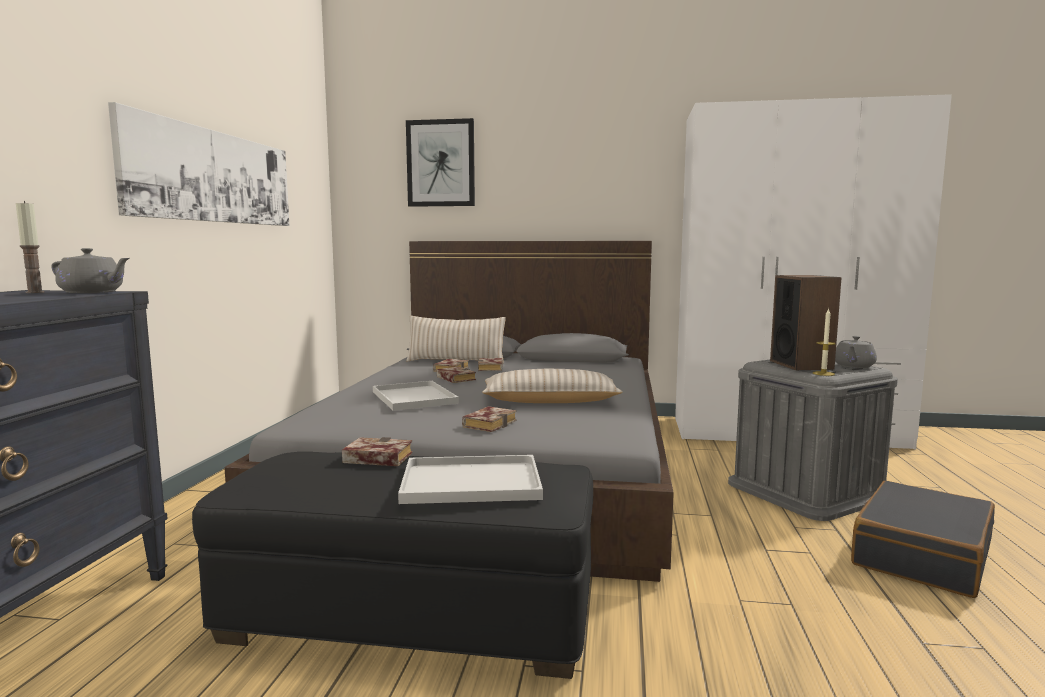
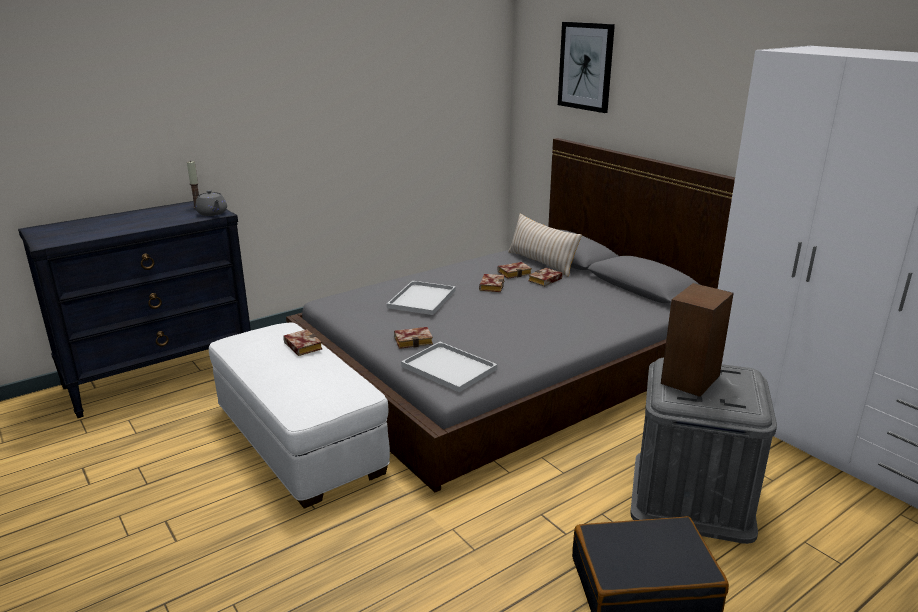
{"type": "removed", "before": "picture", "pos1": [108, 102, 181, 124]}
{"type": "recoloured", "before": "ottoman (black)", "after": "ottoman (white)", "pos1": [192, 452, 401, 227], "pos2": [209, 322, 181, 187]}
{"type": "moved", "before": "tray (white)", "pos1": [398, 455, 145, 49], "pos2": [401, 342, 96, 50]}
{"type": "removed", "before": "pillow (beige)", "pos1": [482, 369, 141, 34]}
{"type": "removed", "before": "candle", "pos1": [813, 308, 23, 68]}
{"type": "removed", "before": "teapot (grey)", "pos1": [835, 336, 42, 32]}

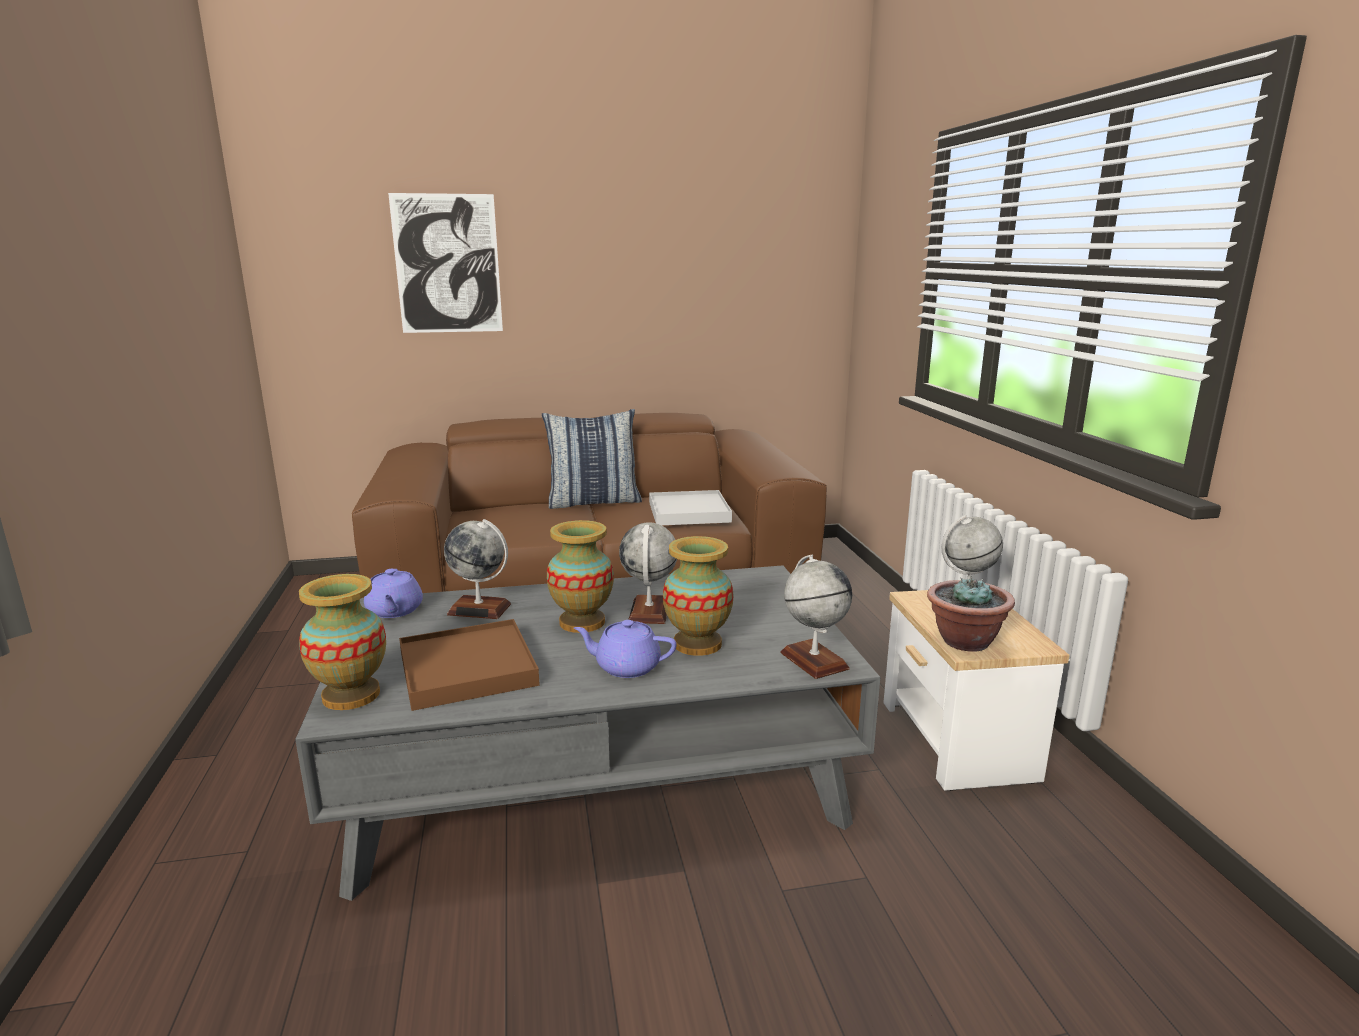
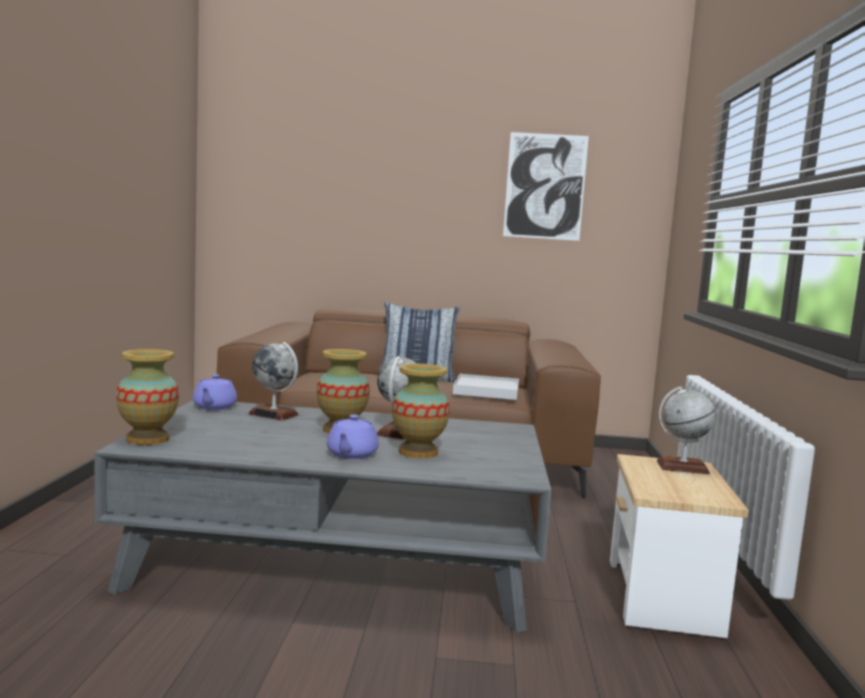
{"type": "moved", "before": "picture", "pos1": [388, 193, 115, 140], "pos2": [503, 132, 86, 109]}
{"type": "removed", "before": "tray (brown)", "pos1": [399, 619, 141, 92]}
{"type": "turned", "before": "teapot (purple)", "pos1": [574, 620, 103, 58], "pos2": [327, 415, 52, 44], "turn": -105}
{"type": "removed", "before": "globe", "pos1": [780, 554, 72, 125]}
{"type": "removed", "before": "potted plant", "pos1": [927, 576, 88, 76]}

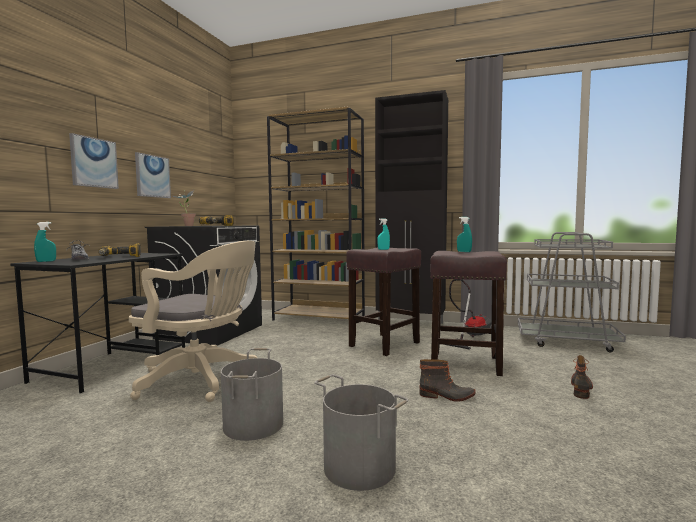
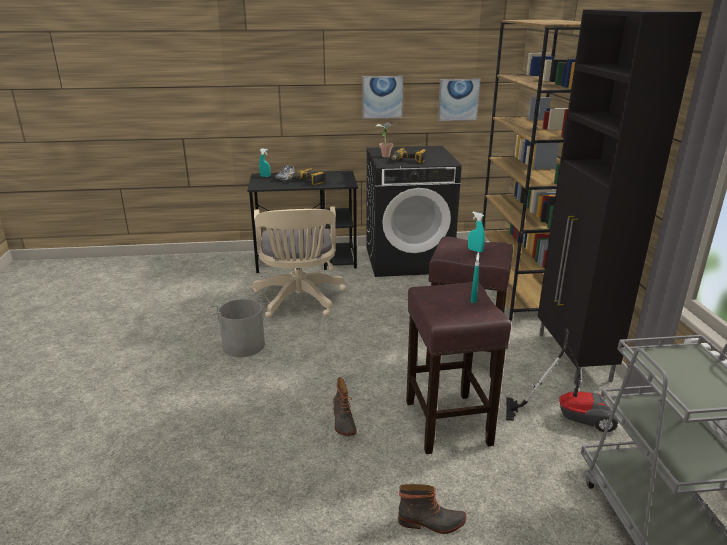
{"type": "moved", "before": "picture", "pos1": [69, 133, 50, 56], "pos2": [438, 79, 42, 42]}
{"type": "removed", "before": "bucket (grey)", "pos1": [314, 374, 95, 117]}

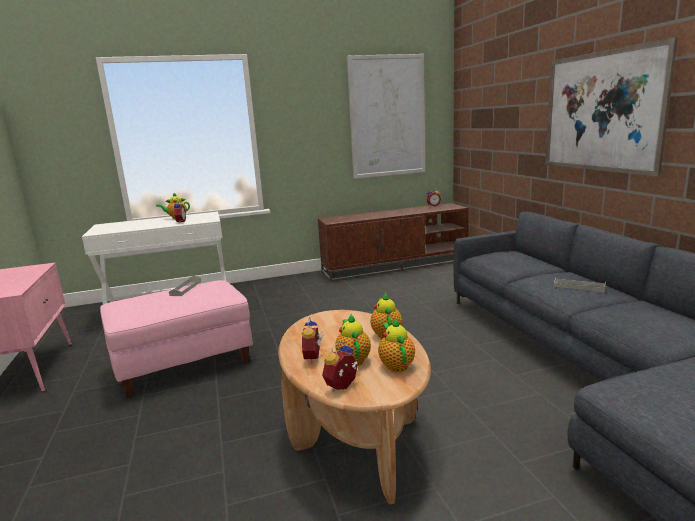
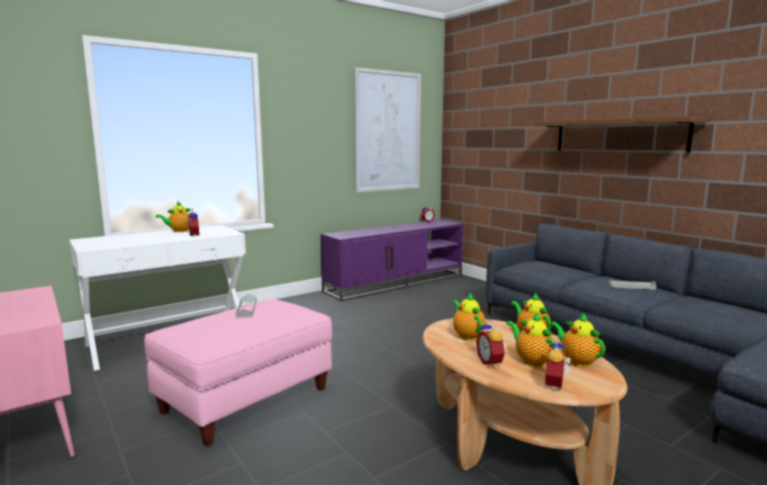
{"type": "recoloured", "before": "tv stand (brown)", "after": "tv stand (purple)", "pos1": [318, 203, 150, 79], "pos2": [321, 219, 142, 82]}
{"type": "replaced", "before": "picture", "after": "shelf (brown)", "pos1": [545, 37, 133, 140], "pos2": [534, 116, 175, 37]}
{"type": "added", "after": "teapot", "pos2": [453, 293, 33, 48]}

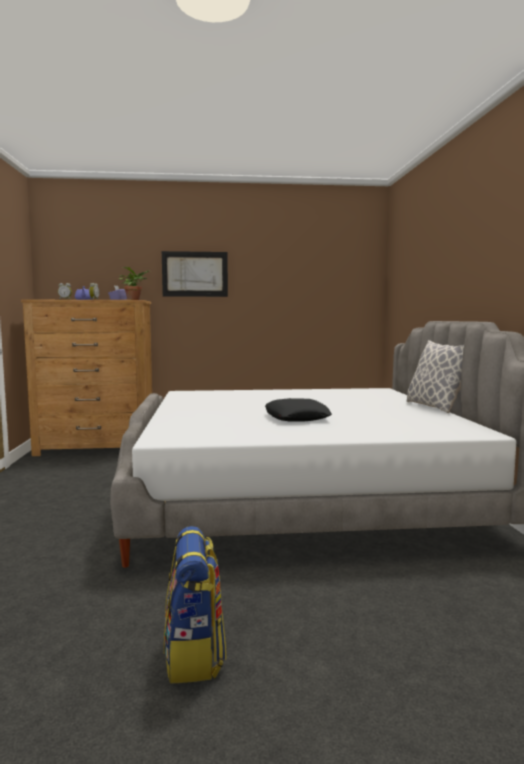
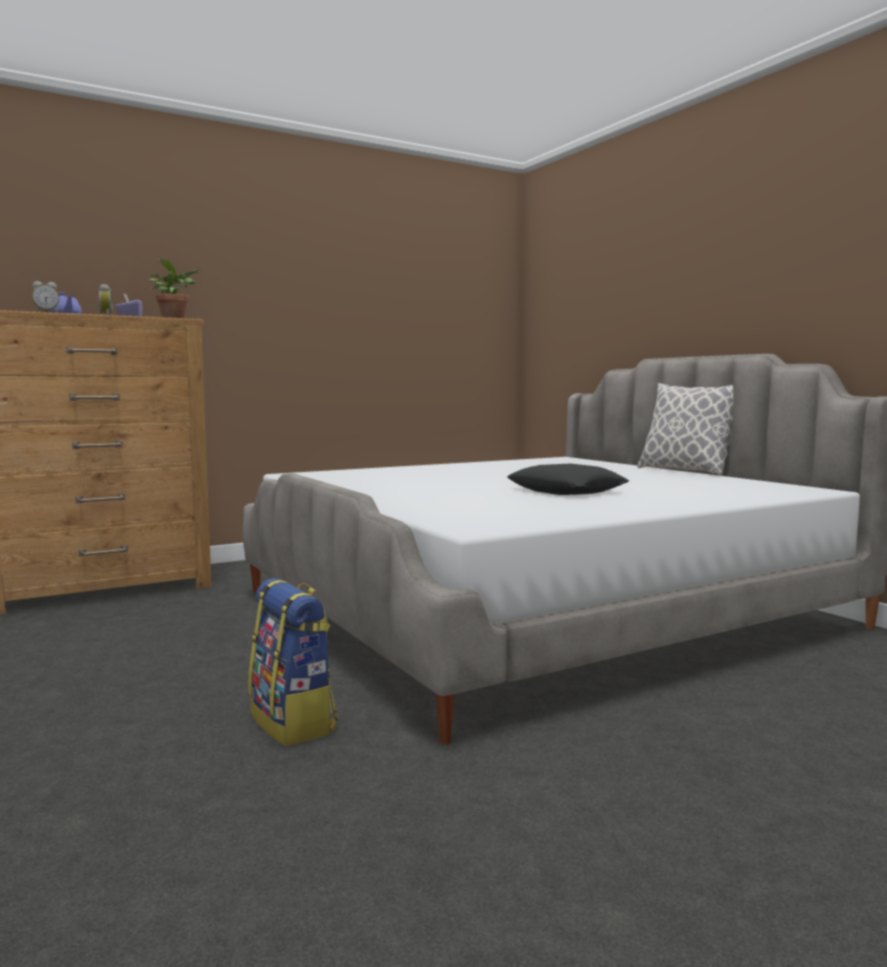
{"type": "removed", "before": "picture", "pos1": [162, 251, 66, 46]}
{"type": "moved", "before": "backpack", "pos1": [164, 526, 62, 158], "pos2": [248, 578, 90, 168]}

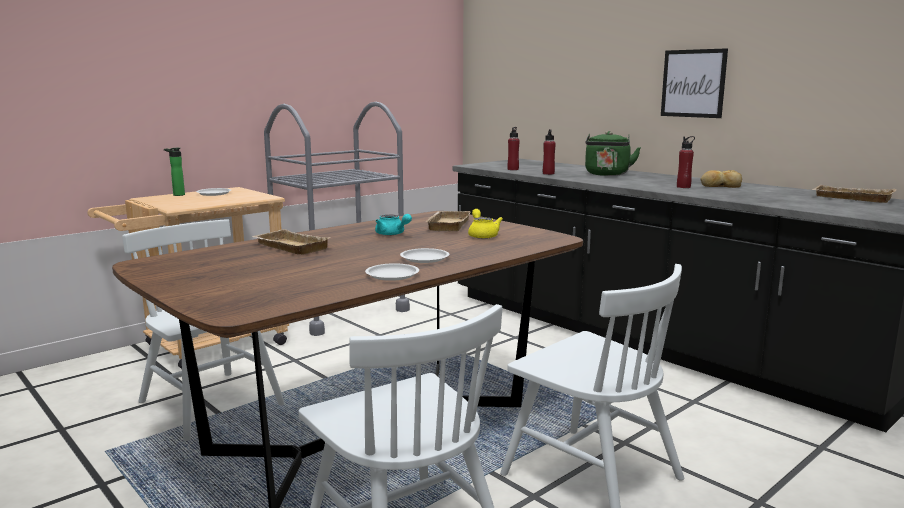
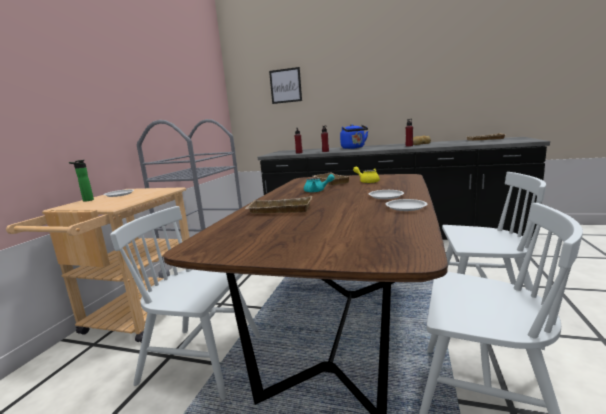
{"type": "recoloured", "before": "kettle (green)", "after": "kettle (blue)", "pos1": [585, 131, 56, 45], "pos2": [340, 124, 28, 25]}
{"type": "moved", "before": "picture", "pos1": [661, 48, 67, 70], "pos2": [269, 67, 33, 37]}

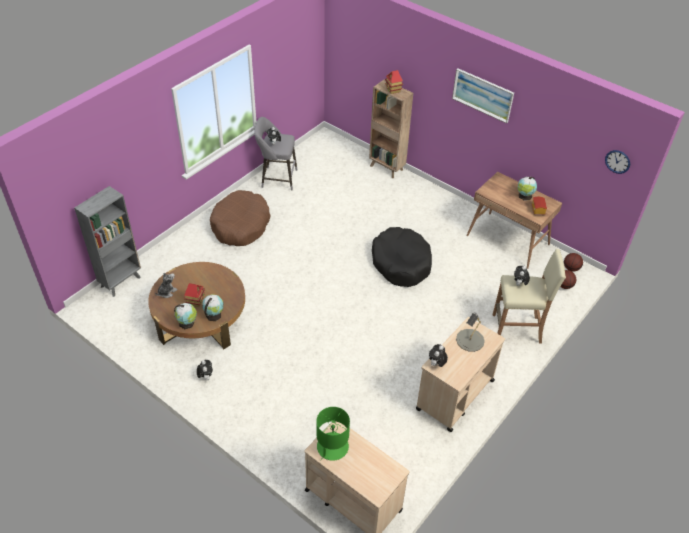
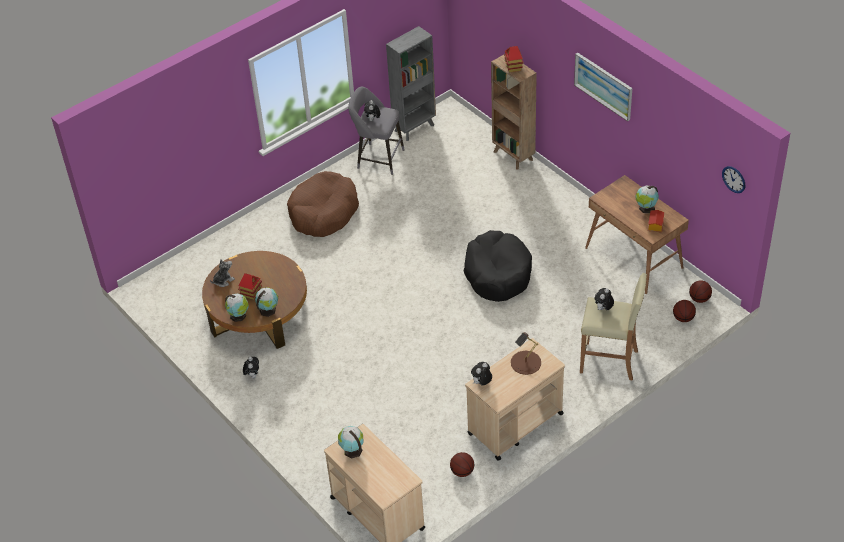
{"type": "moved", "before": "bookcase (grey)", "pos1": [74, 186, 67, 111], "pos2": [386, 26, 50, 115]}
{"type": "replaced", "before": "table lamp (green)", "after": "globe", "pos1": [316, 407, 34, 53], "pos2": [338, 426, 26, 33]}
{"type": "recoloured", "before": "table lamp (grey)", "after": "table lamp (brown)", "pos1": [456, 313, 29, 39], "pos2": [511, 332, 30, 43]}
{"type": "added", "after": "basketball", "pos2": [450, 452, 24, 25]}

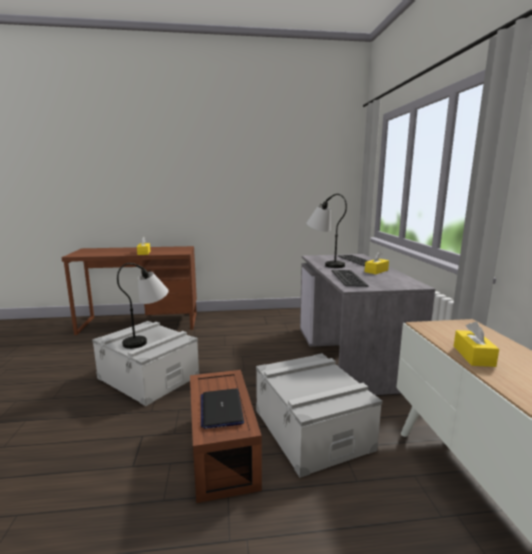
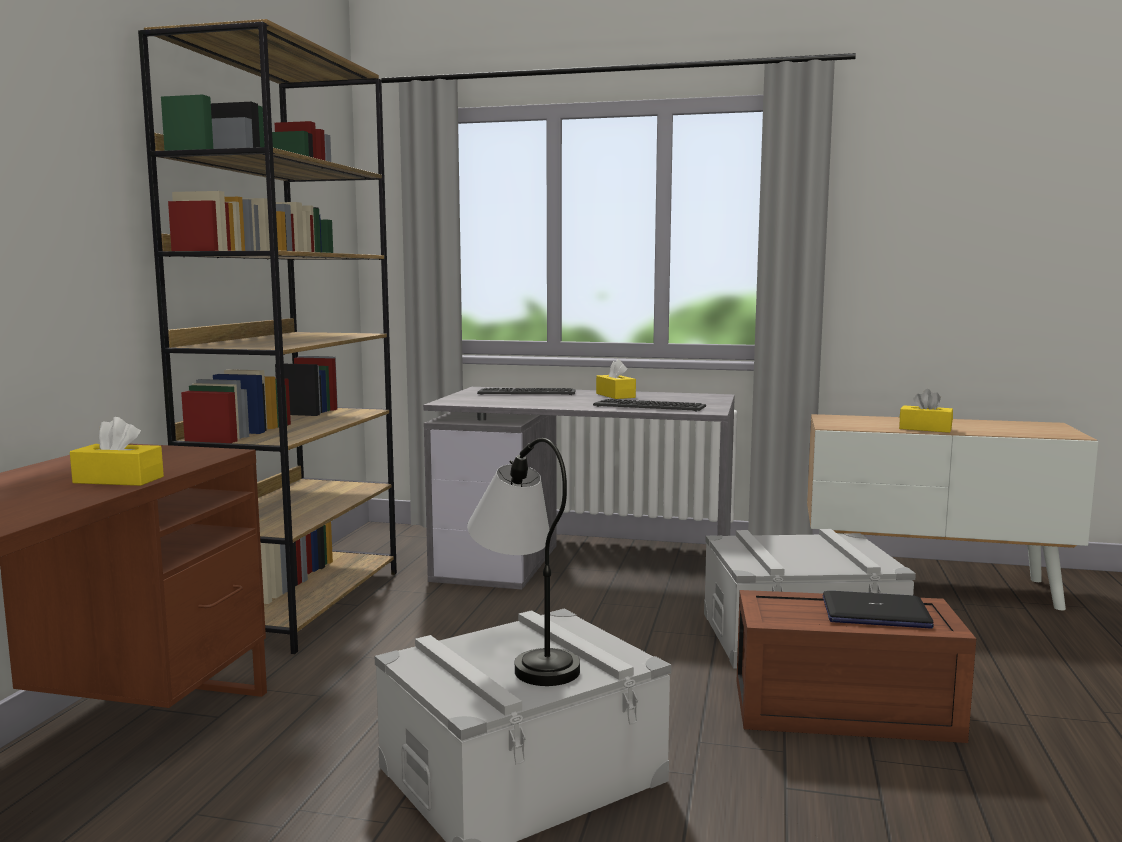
{"type": "removed", "before": "table lamp", "pos1": [306, 194, 41, 74]}
{"type": "added", "after": "bookcase (brown)", "pos2": [138, 19, 259, 635]}

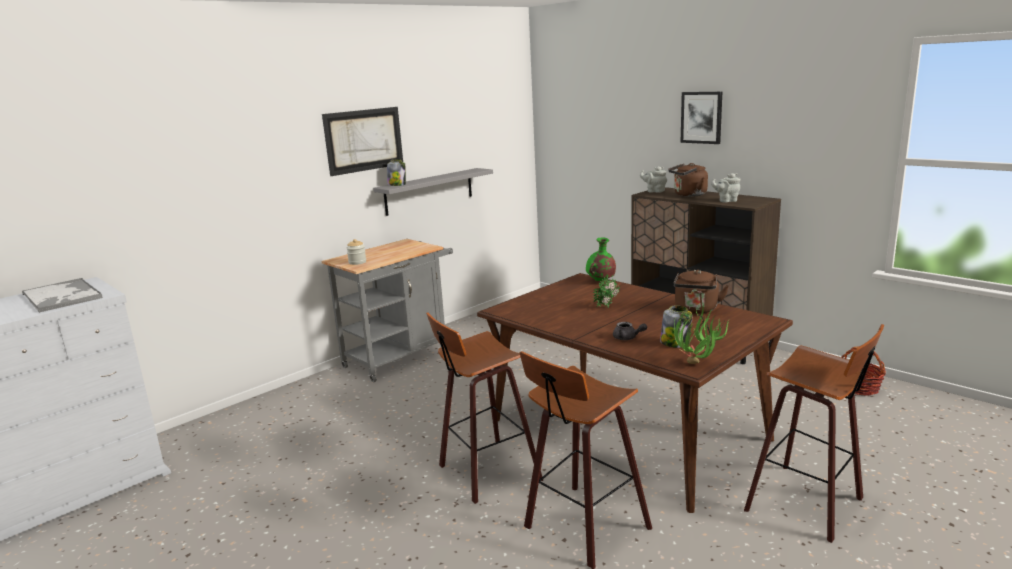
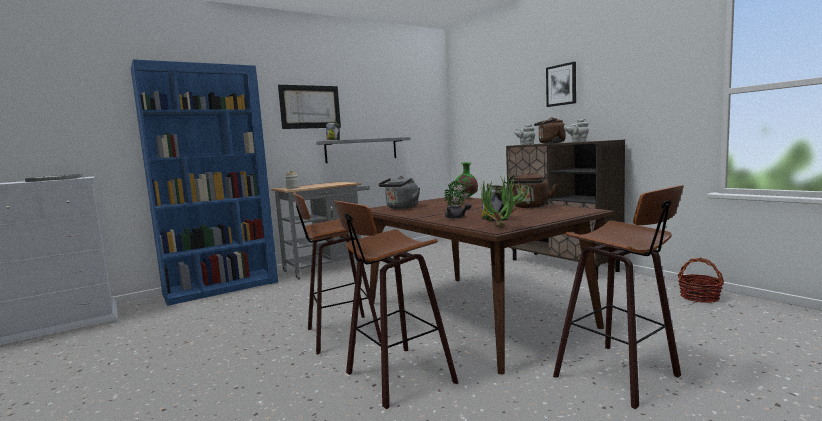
{"type": "added", "after": "bookcase (blue)", "pos2": [131, 59, 147, 247]}
{"type": "added", "after": "kettle (grey)", "pos2": [379, 176, 41, 33]}

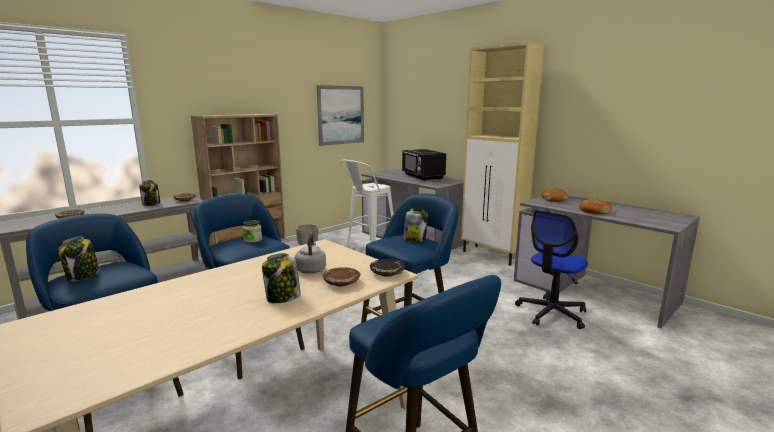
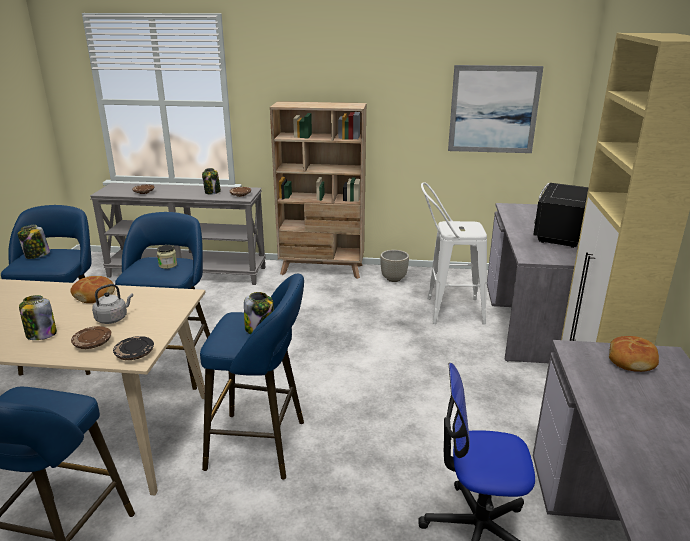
{"type": "moved", "before": "bread", "pos1": [579, 199, 33, 15], "pos2": [70, 276, 45, 27]}

